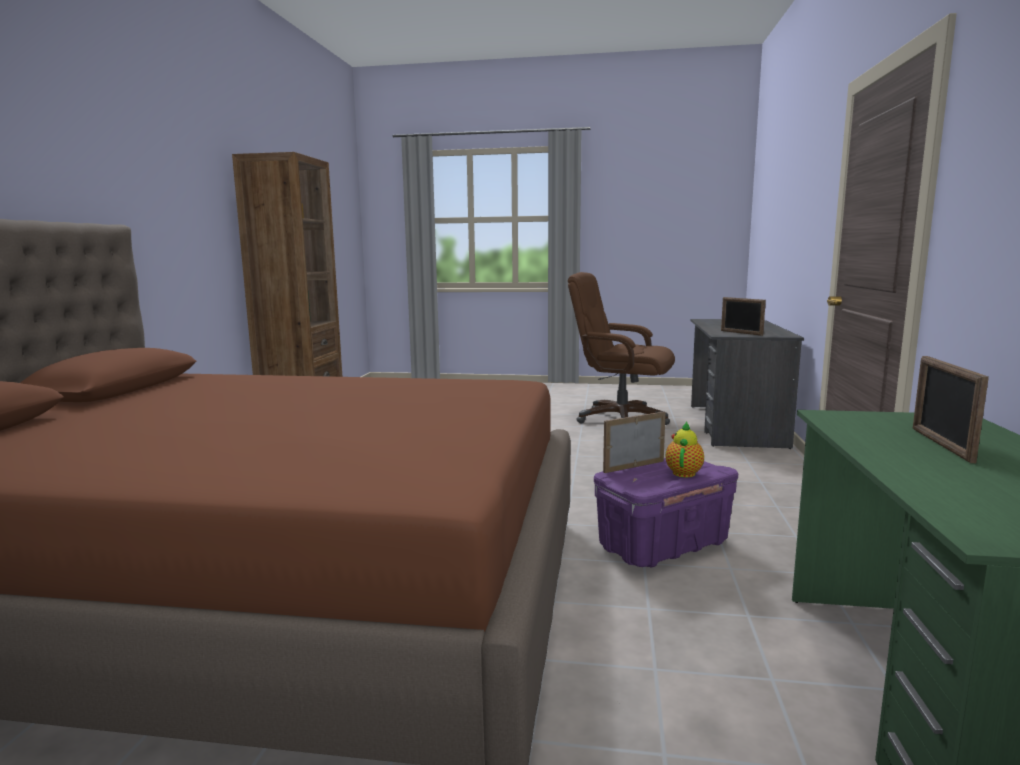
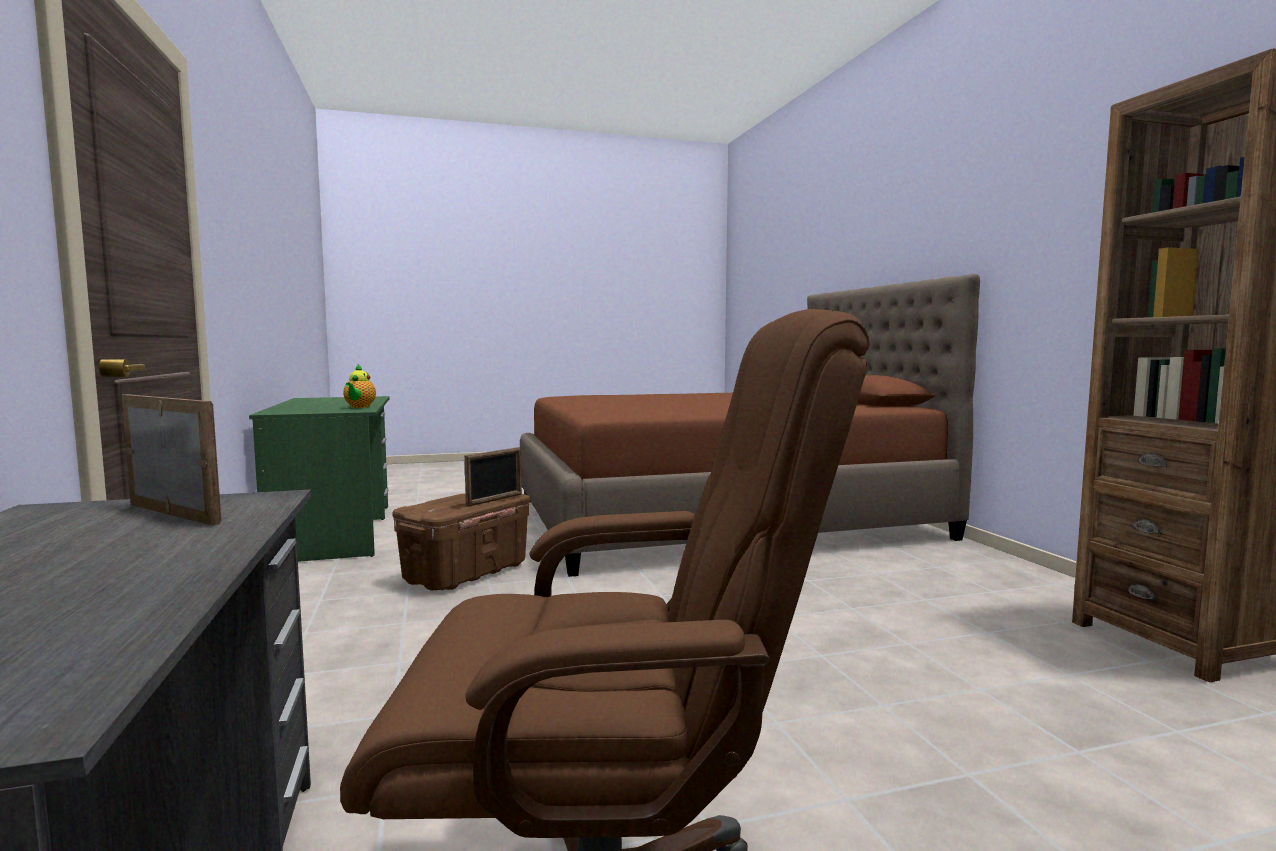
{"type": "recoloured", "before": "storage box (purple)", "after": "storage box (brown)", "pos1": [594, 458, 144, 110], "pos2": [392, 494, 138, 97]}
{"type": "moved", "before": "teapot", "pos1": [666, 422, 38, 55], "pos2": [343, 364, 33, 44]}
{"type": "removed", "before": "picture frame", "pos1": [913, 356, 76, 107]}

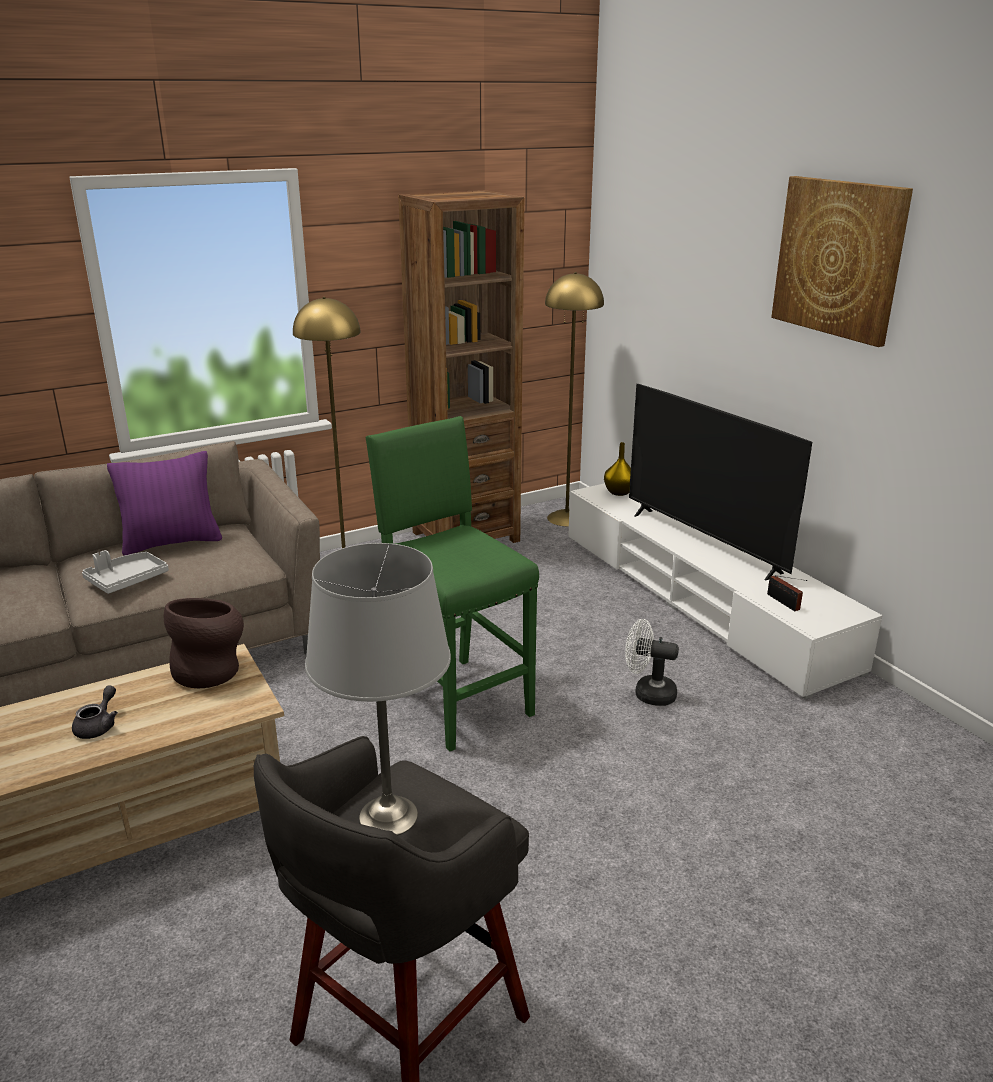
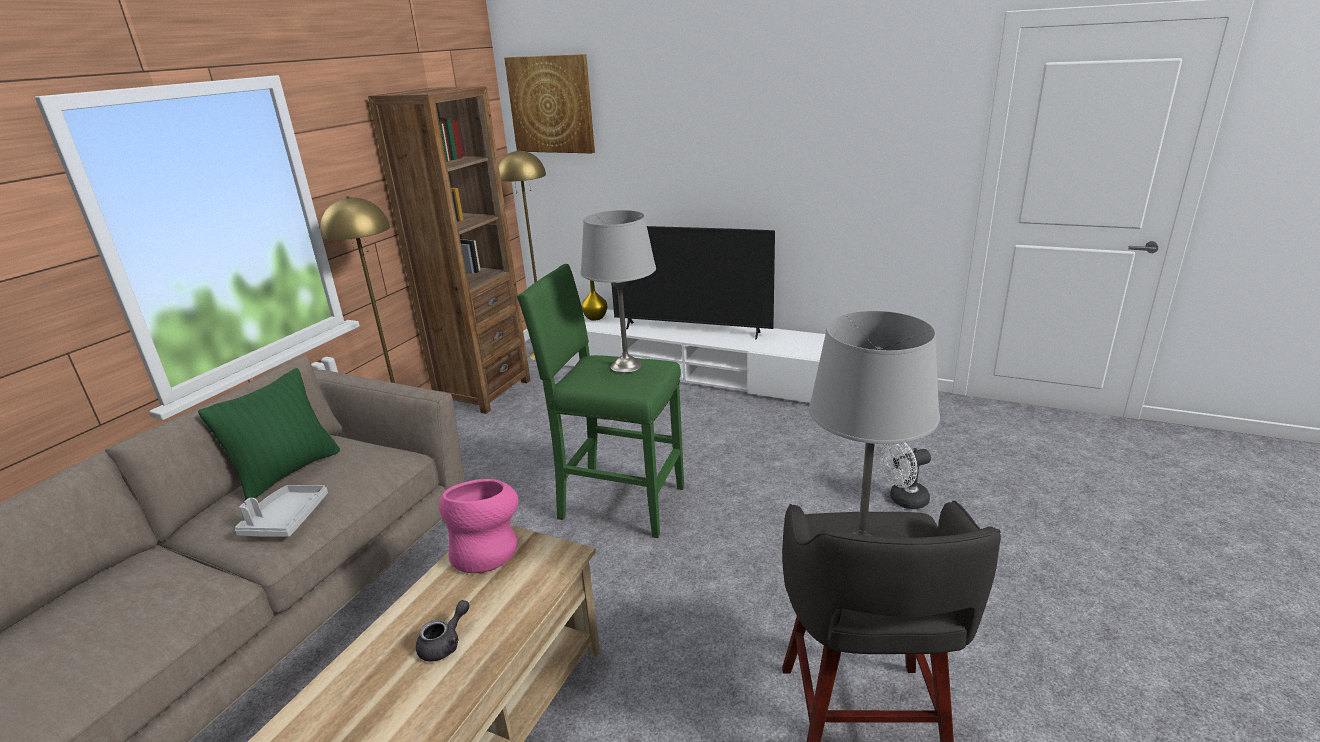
{"type": "turned", "before": "teapot (grey)", "pos1": [72, 685, 46, 54], "pos2": [416, 600, 54, 62], "turn": 60}
{"type": "recoloured", "before": "pillow (purple)", "after": "pillow (green)", "pos1": [107, 451, 115, 105], "pos2": [198, 368, 142, 132]}
{"type": "recoloured", "before": "vase (brown)", "after": "vase (pink)", "pos1": [164, 598, 80, 90], "pos2": [439, 479, 79, 94]}
{"type": "moved", "before": "fan (white)", "pos1": [625, 619, 54, 87], "pos2": [880, 443, 51, 66]}
{"type": "removed", "before": "radio", "pos1": [767, 575, 41, 36]}
{"type": "moved", "before": "picture", "pos1": [771, 176, 142, 171], "pos2": [504, 54, 91, 99]}
{"type": "added", "after": "table lamp (grey)", "pos2": [581, 210, 75, 163]}

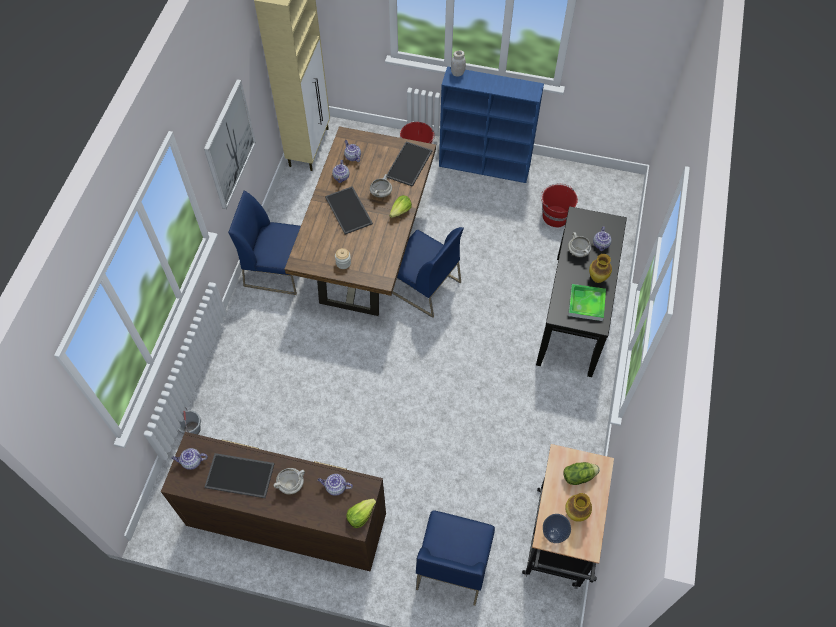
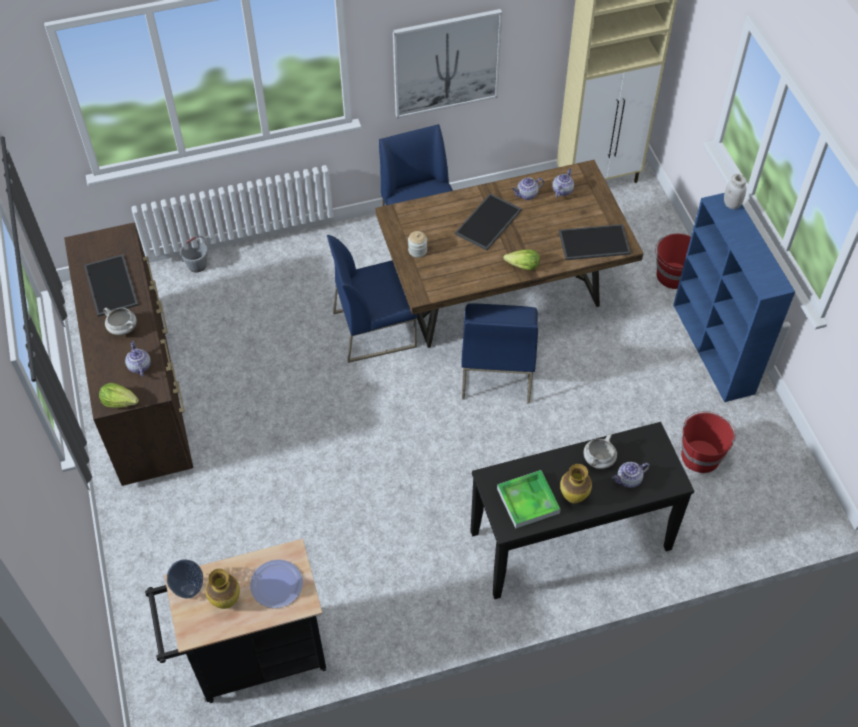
{"type": "removed", "before": "teapot", "pos1": [171, 448, 37, 22]}
{"type": "removed", "before": "cooking pot (white)", "pos1": [370, 174, 22, 24]}
{"type": "moved", "before": "chair (blue)", "pos1": [416, 510, 79, 96], "pos2": [327, 235, 90, 128]}
{"type": "replaced", "before": "lettuce", "after": "plate", "pos1": [563, 462, 37, 23], "pos2": [250, 560, 53, 48]}

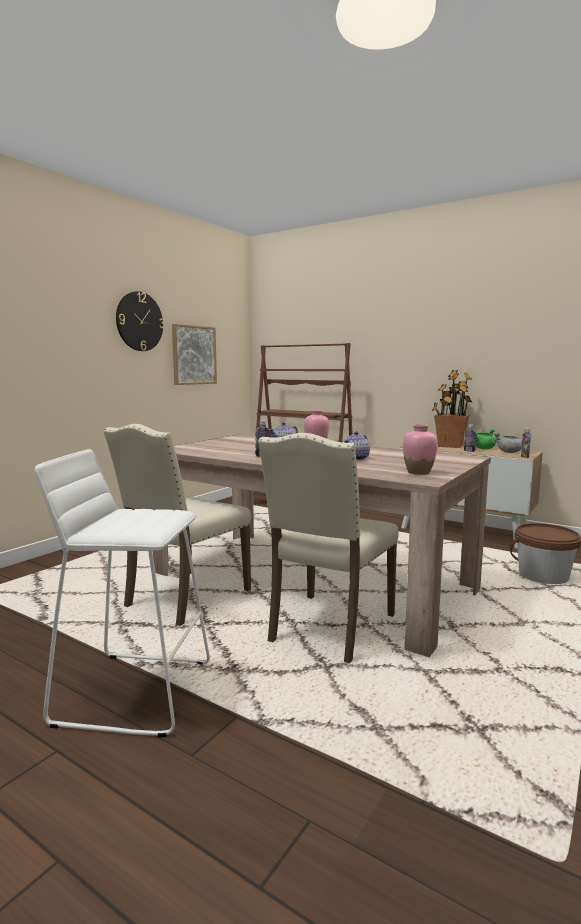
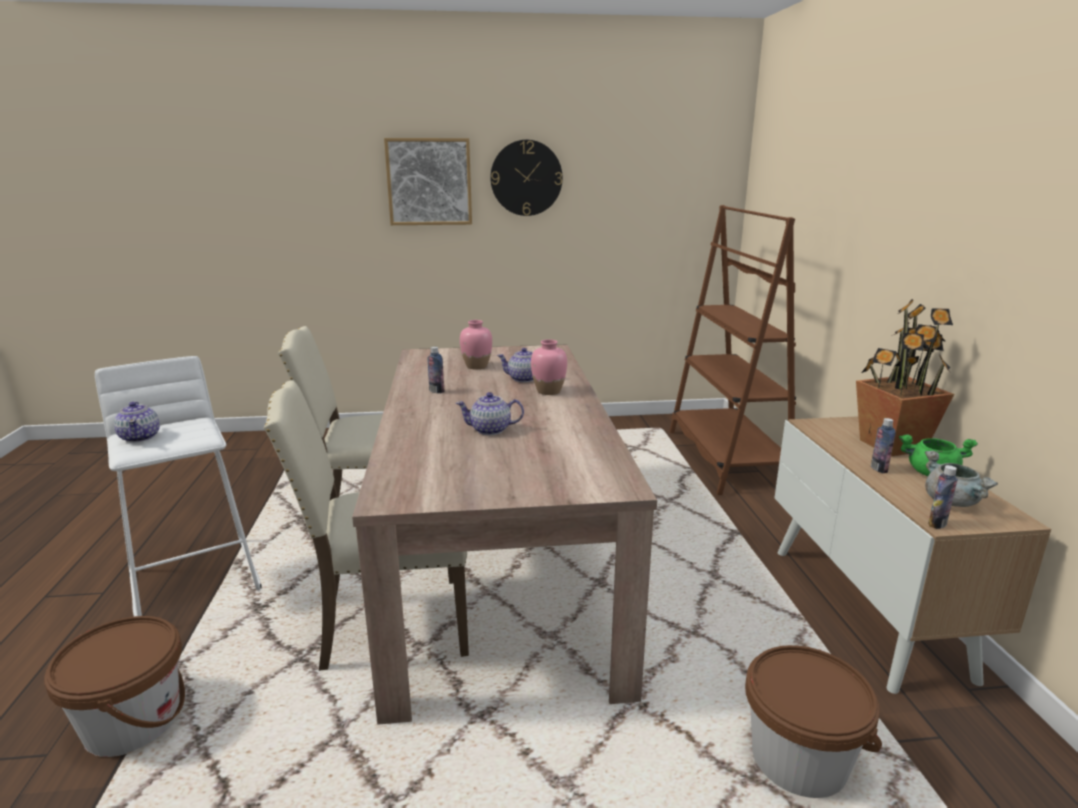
{"type": "moved", "before": "picture", "pos1": [172, 324, 45, 61], "pos2": [384, 138, 88, 87]}
{"type": "moved", "before": "vase (pink)", "pos1": [403, 424, 35, 51], "pos2": [460, 320, 32, 49]}
{"type": "added", "after": "bucket (brown)", "pos2": [44, 616, 141, 141]}
{"type": "added", "after": "teapot", "pos2": [114, 402, 46, 41]}

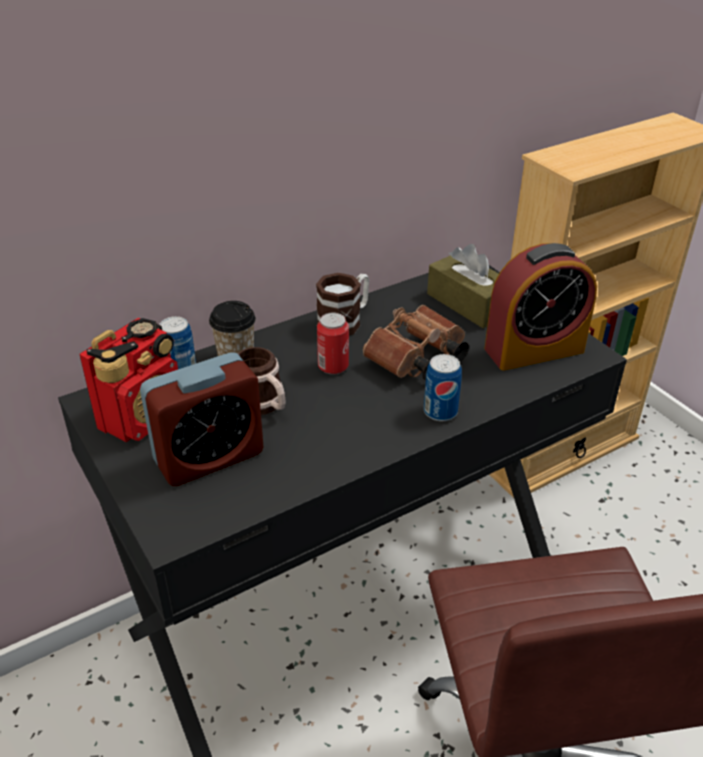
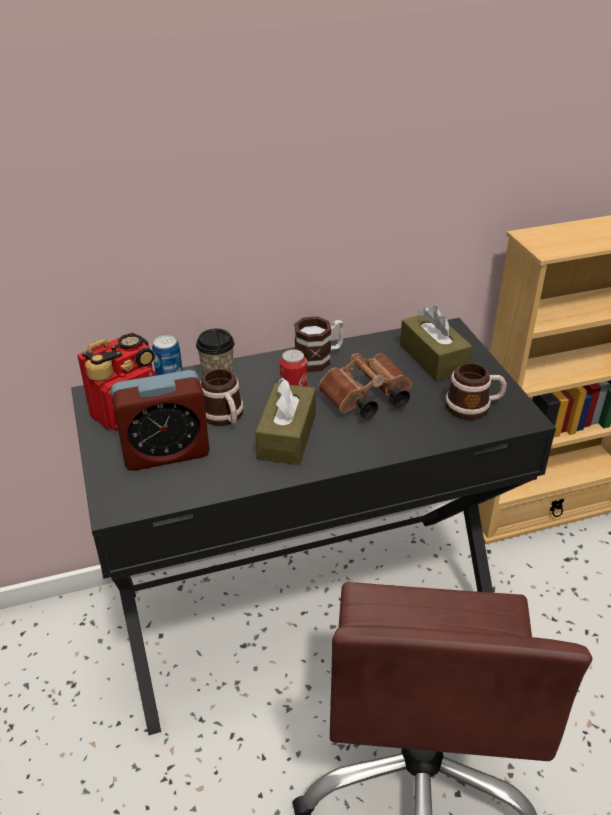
{"type": "removed", "before": "can", "pos1": [424, 354, 38, 67]}
{"type": "replaced", "before": "alarm clock", "after": "mug", "pos1": [484, 243, 113, 128], "pos2": [445, 363, 62, 57]}
{"type": "added", "after": "tissue box (brown)", "pos2": [255, 378, 61, 87]}

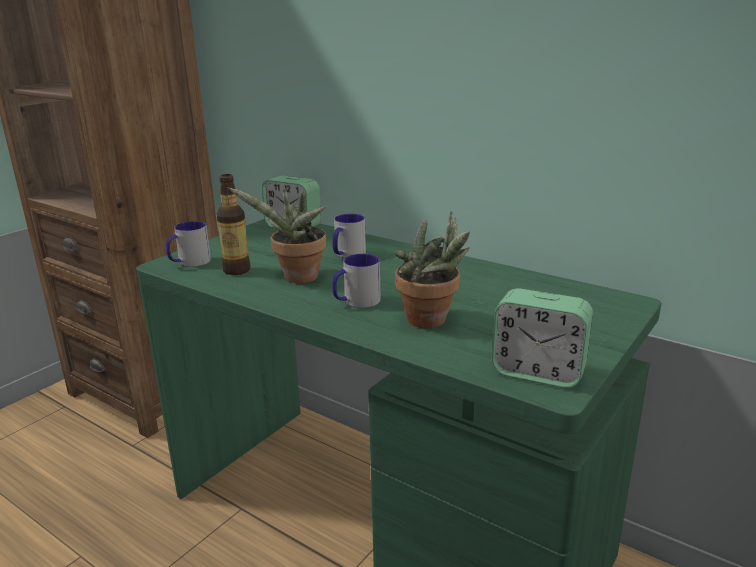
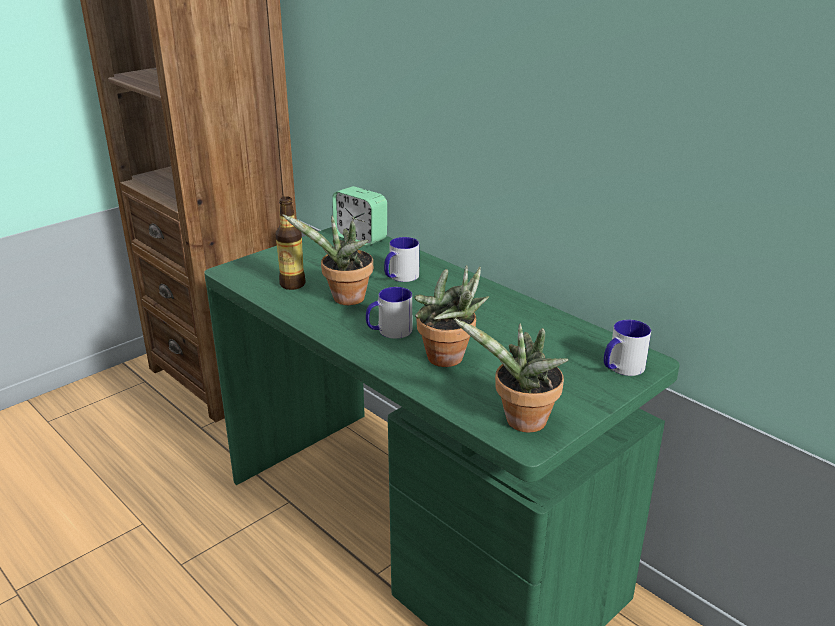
{"type": "moved", "before": "mug", "pos1": [166, 221, 45, 46], "pos2": [604, 320, 47, 56]}
{"type": "replaced", "before": "alarm clock", "after": "potted plant", "pos1": [491, 288, 102, 100], "pos2": [454, 318, 115, 115]}

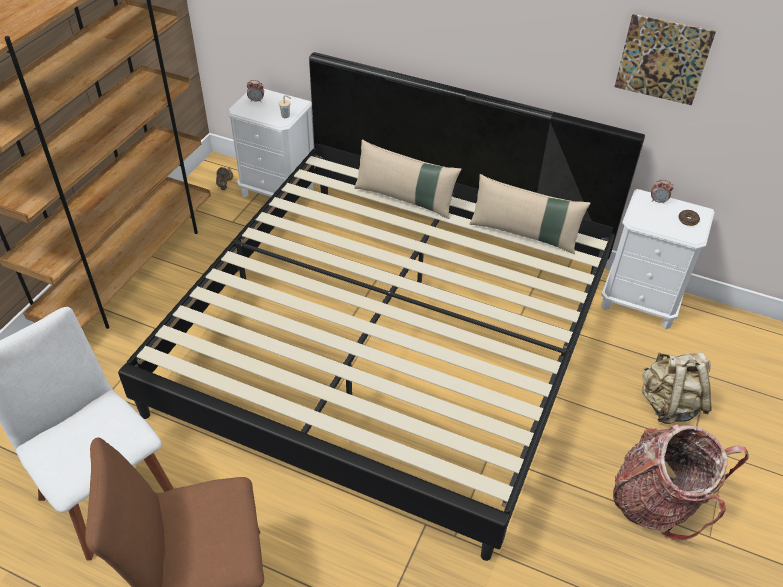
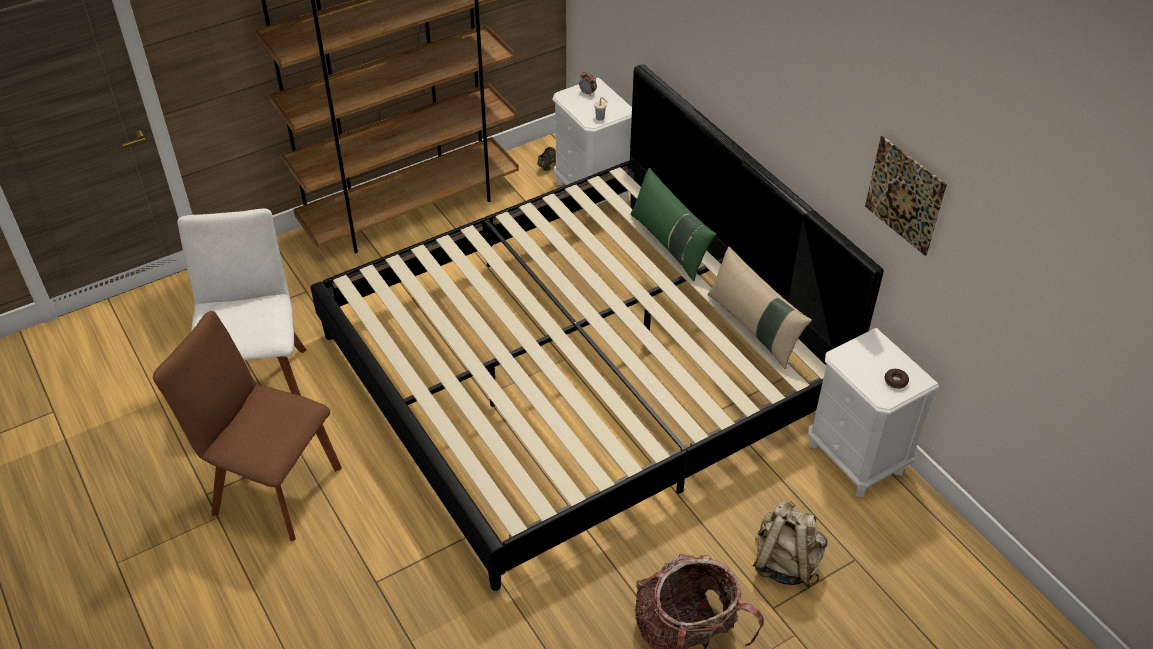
{"type": "recoloured", "before": "pillow (beige)", "after": "pillow (green)", "pos1": [354, 139, 108, 80], "pos2": [631, 168, 86, 113]}
{"type": "removed", "before": "alarm clock", "pos1": [651, 180, 23, 24]}

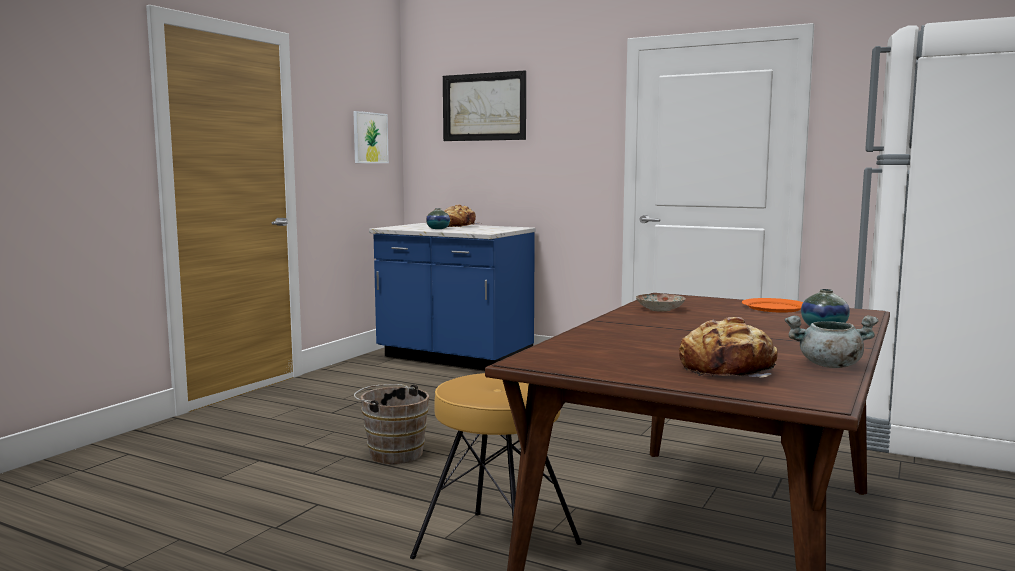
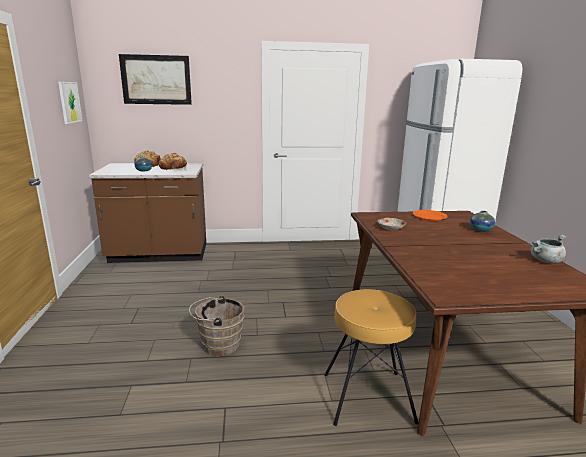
{"type": "recoloured", "before": "counter (blue)", "after": "counter (brown)", "pos1": [369, 223, 167, 148], "pos2": [89, 163, 117, 100]}
{"type": "moved", "before": "bread", "pos1": [679, 317, 99, 60], "pos2": [159, 153, 28, 17]}

